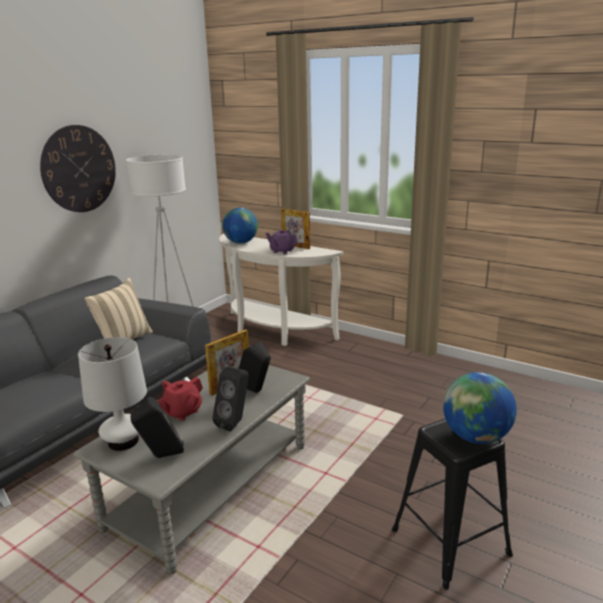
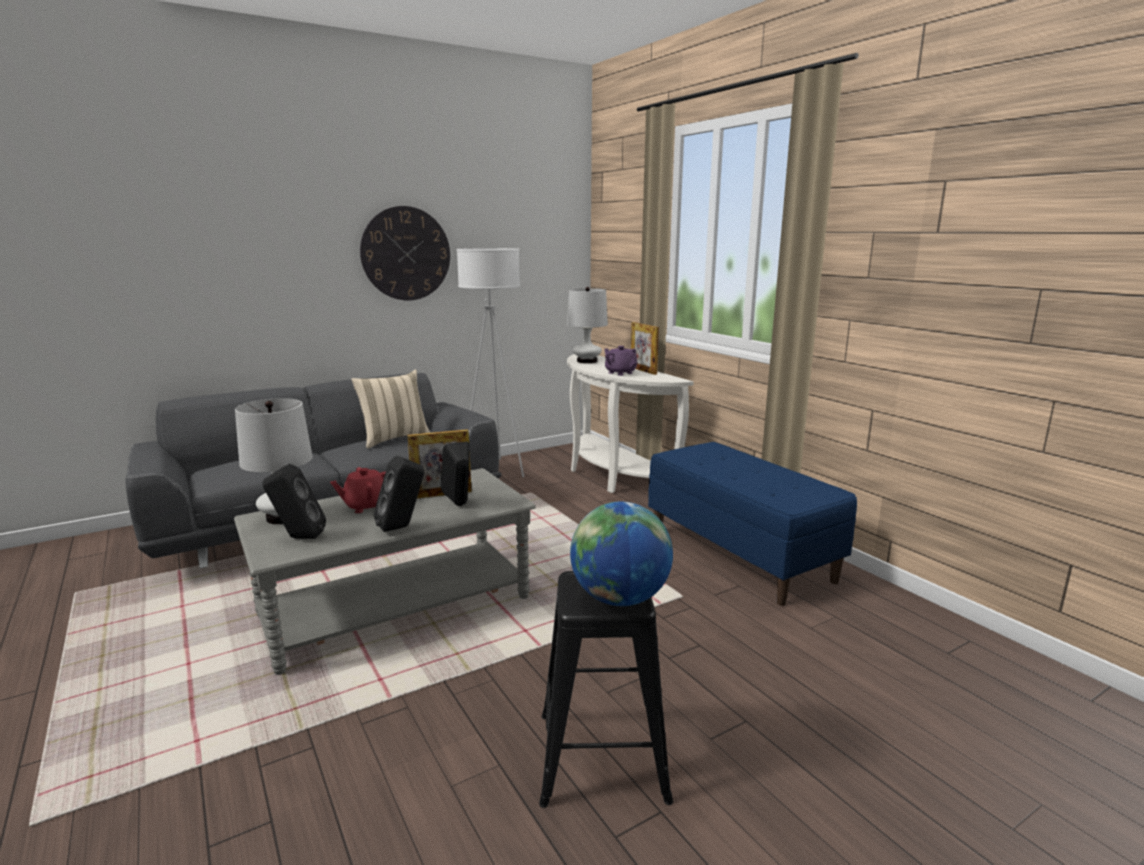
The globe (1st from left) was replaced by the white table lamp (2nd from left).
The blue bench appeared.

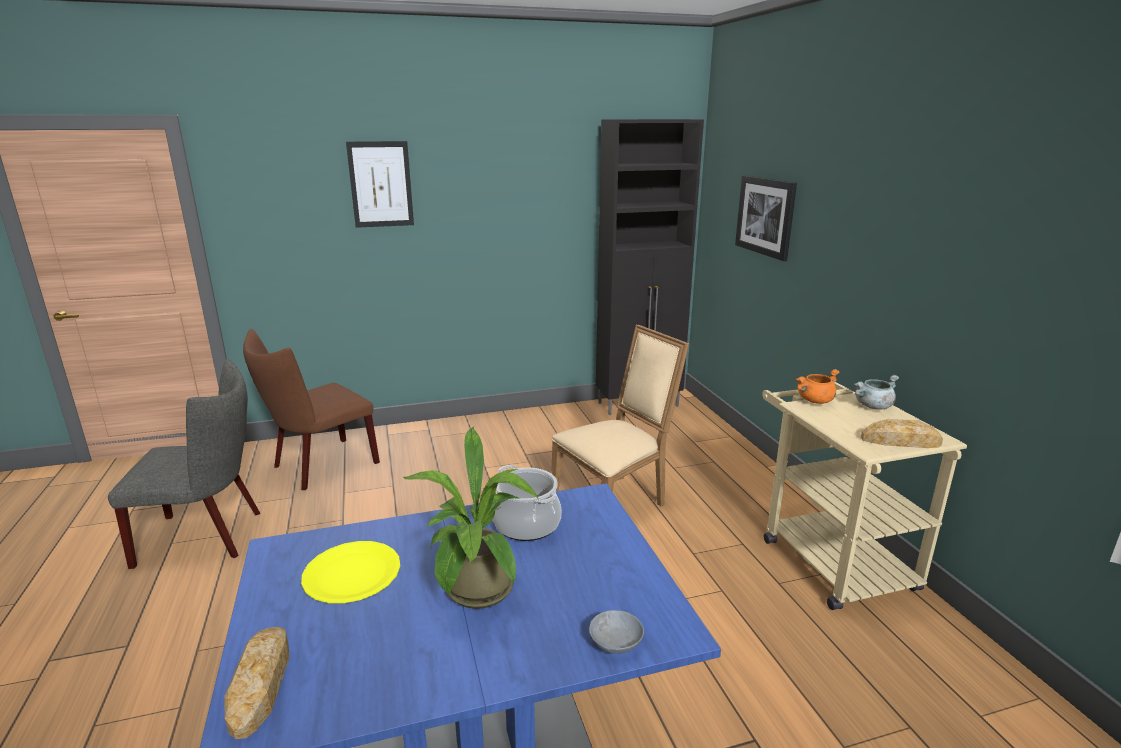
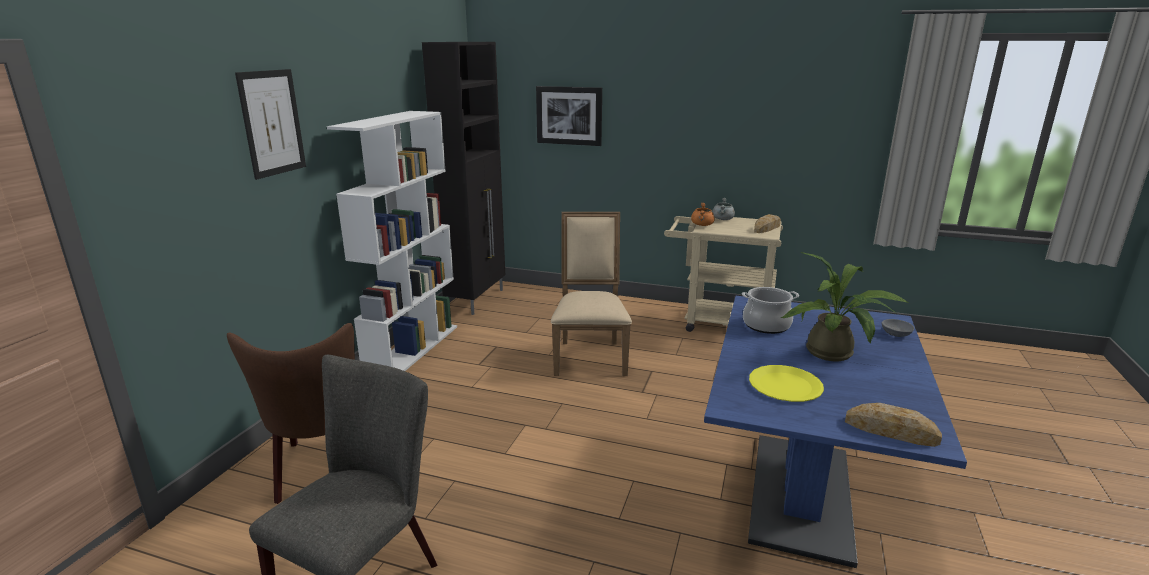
The white bookcase appeared.

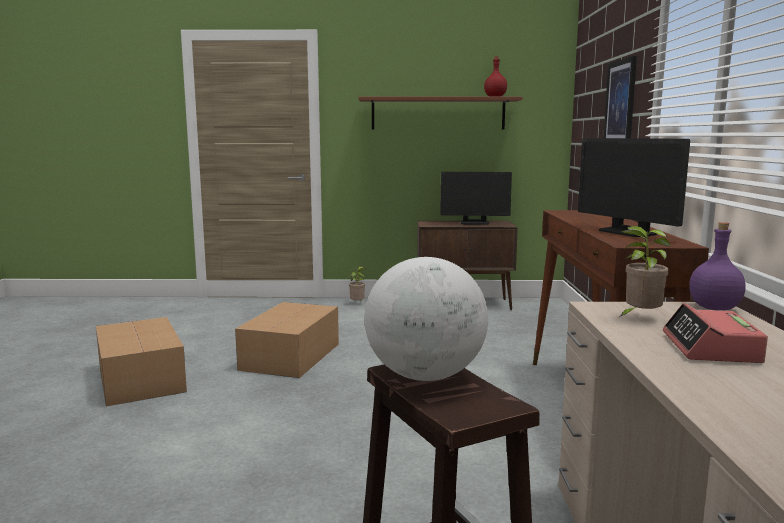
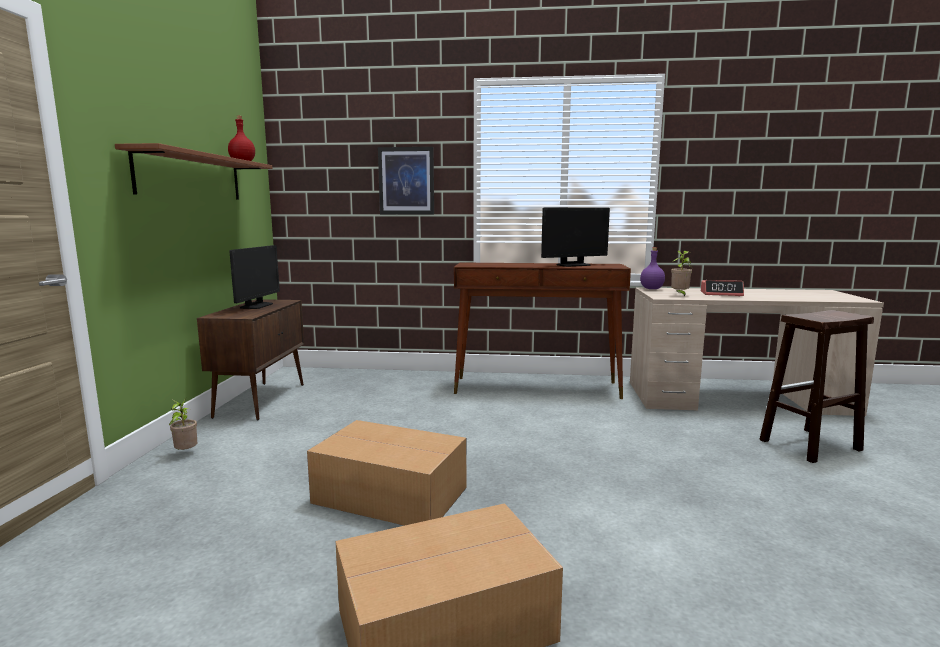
The globe disappeared.

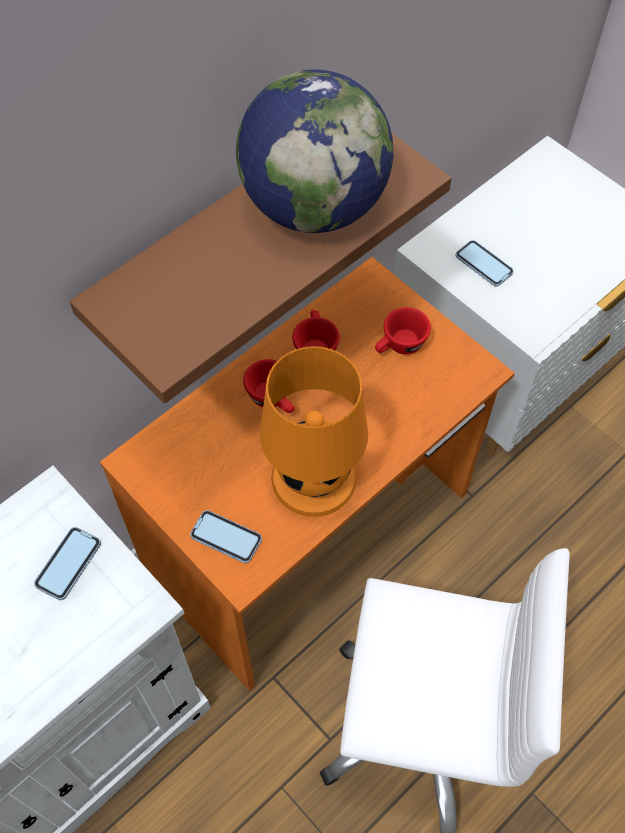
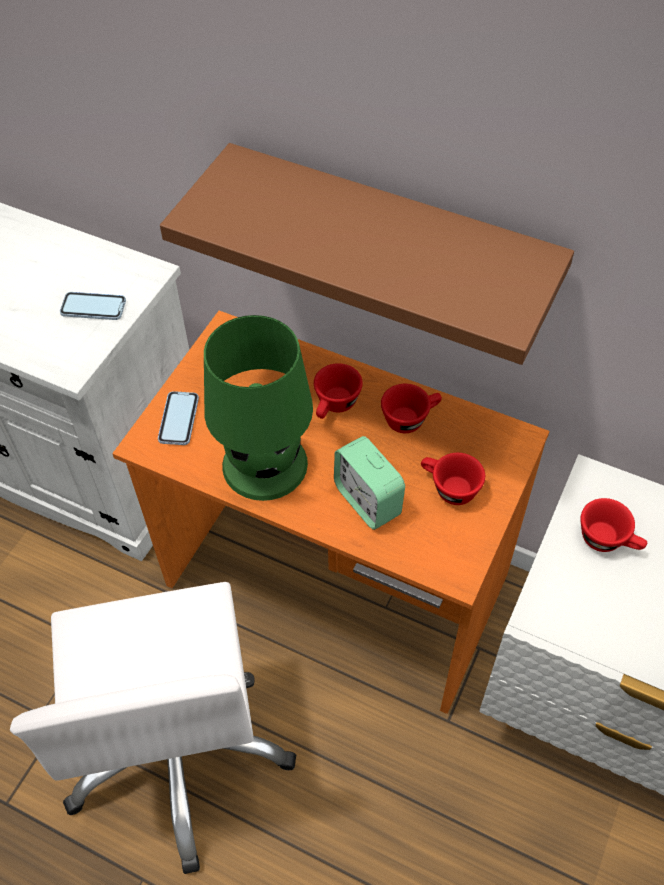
The orange table lamp became the green table lamp.
The alarm clock appeared.
The phone (3rd from left) was replaced by the red cup (4th from left).
The globe disappeared.

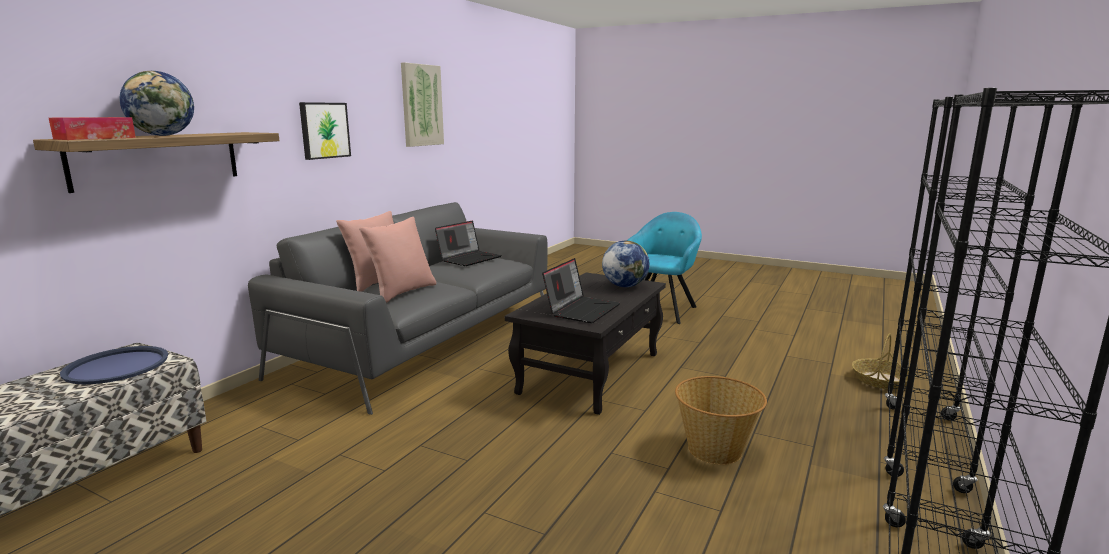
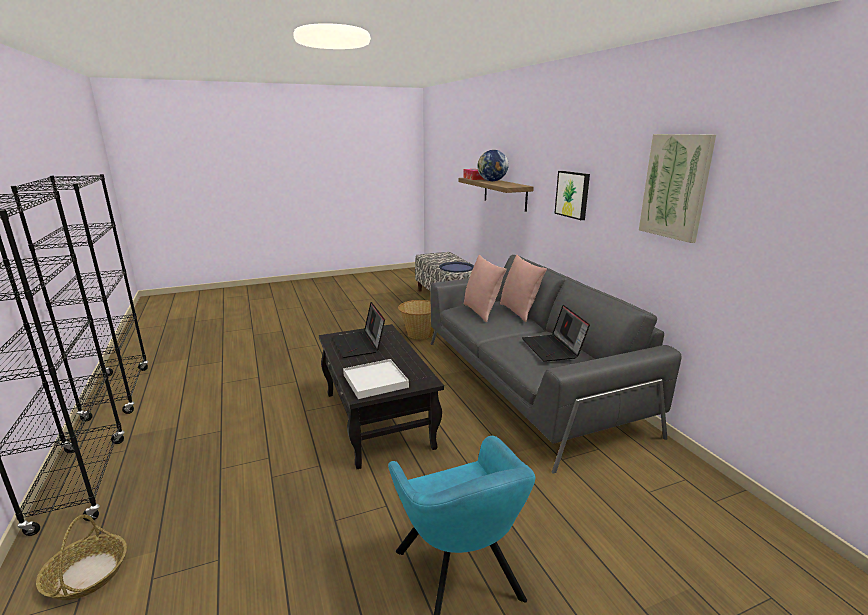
The globe (2nd from left) was replaced by the white tray.
The basket (1st from left in the first image) moved.

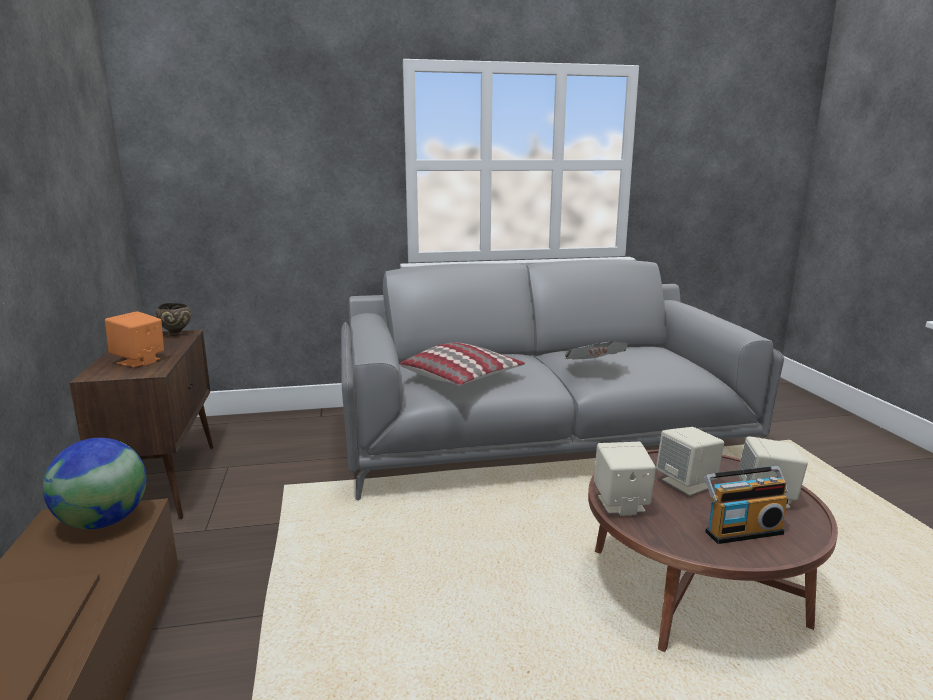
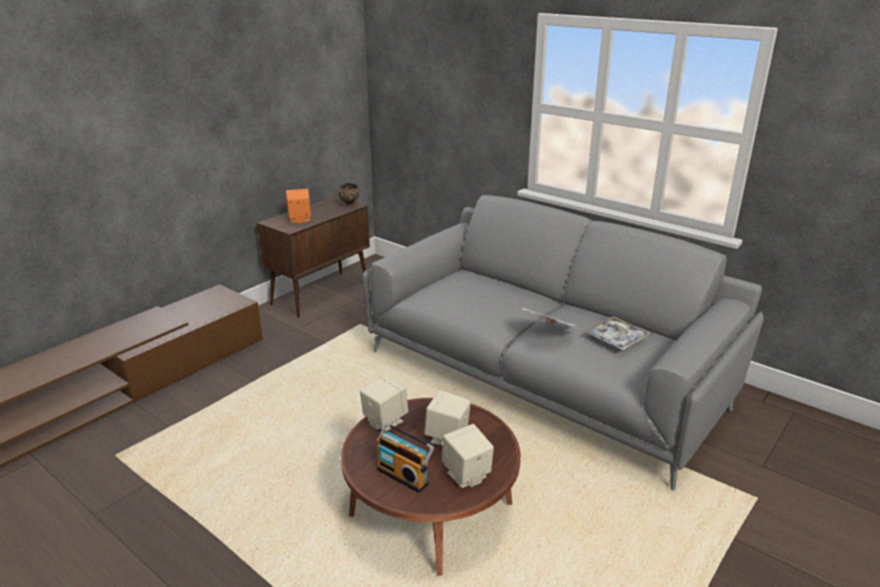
The tray appeared.
The globe disappeared.
The pillow disappeared.

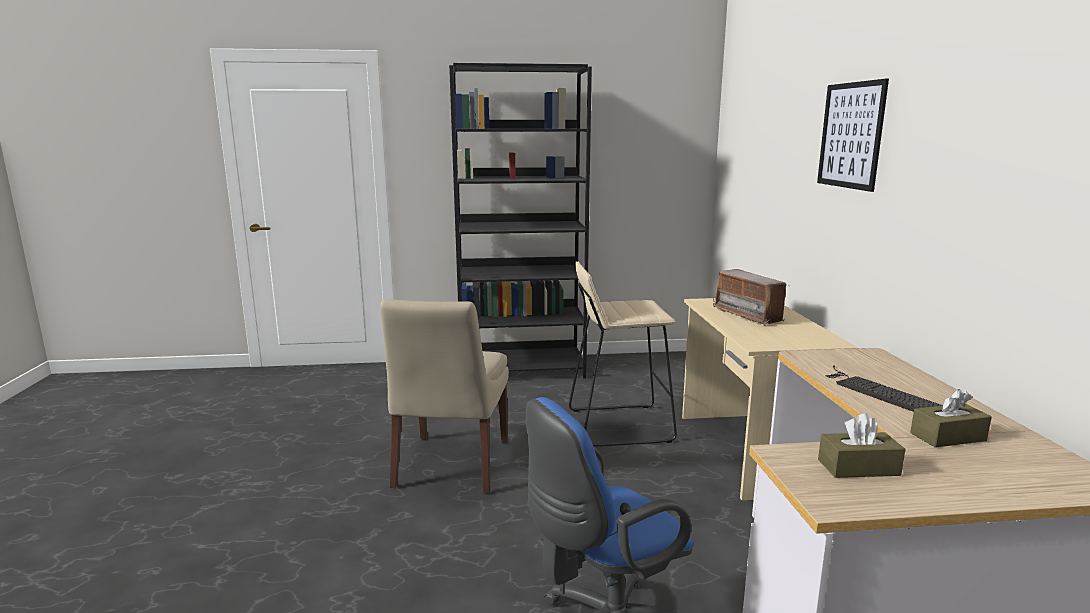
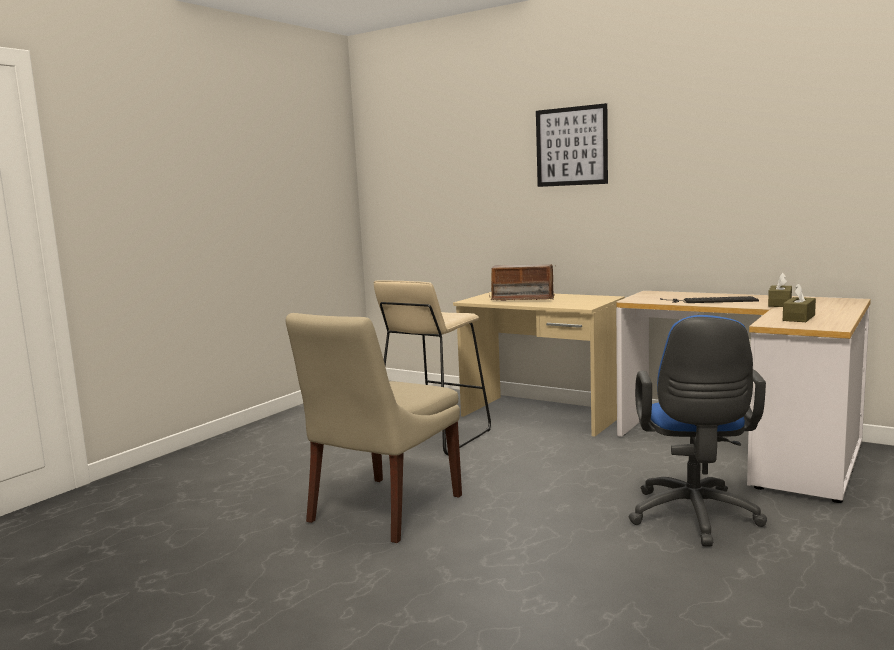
The beige chair turned 75 degrees clockwise.
The black bookcase disappeared.

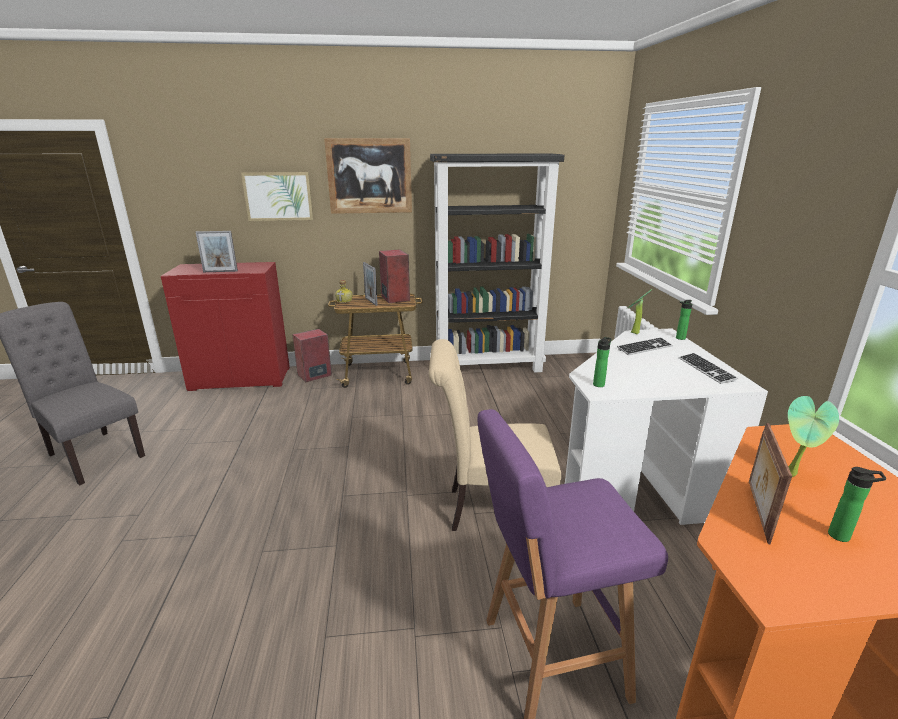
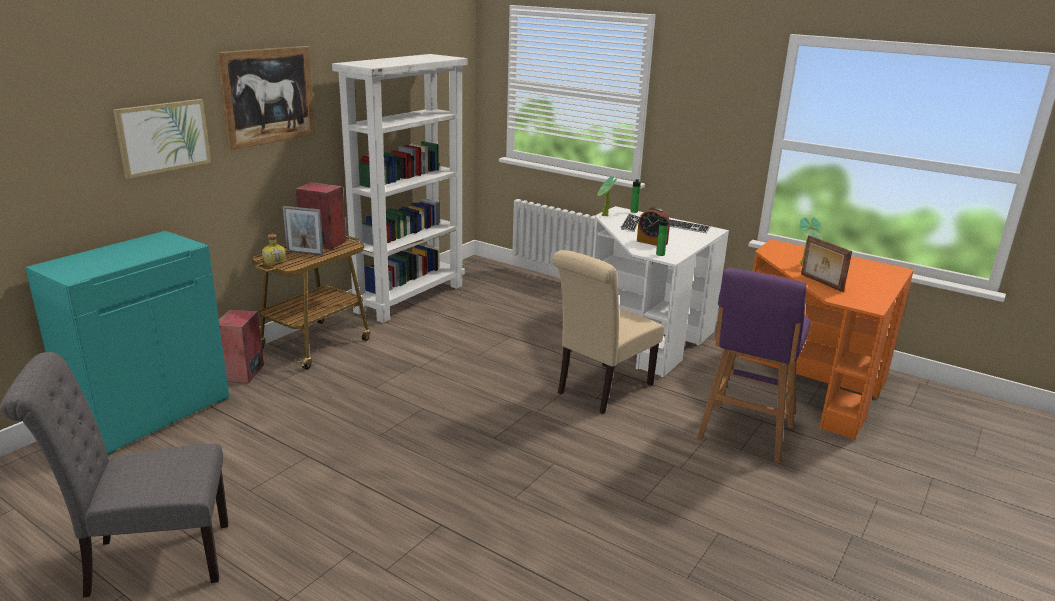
The red cabinet became the turquoise cabinet.
The black bookcase became the white bookcase.
The alarm clock appeared.
The picture frame (1st from left) disappeared.
The bottle (4th from left) disappeared.

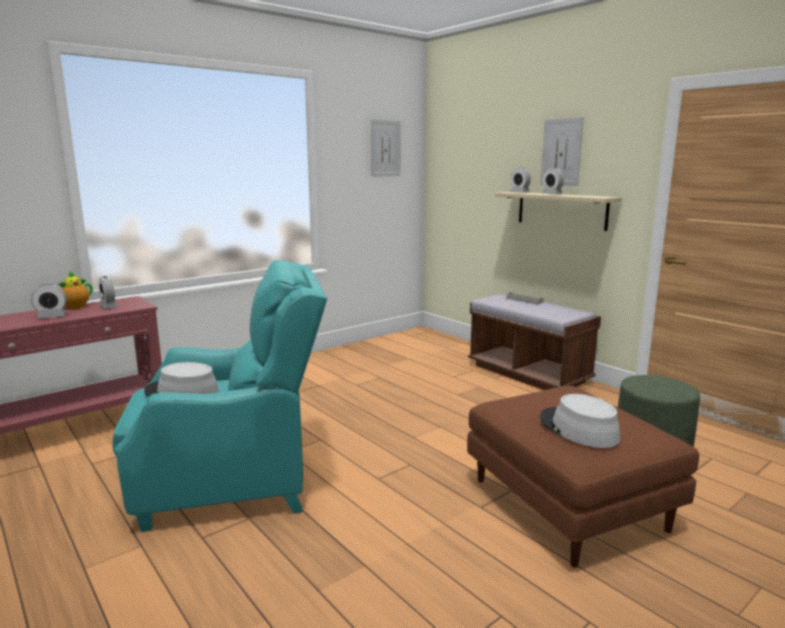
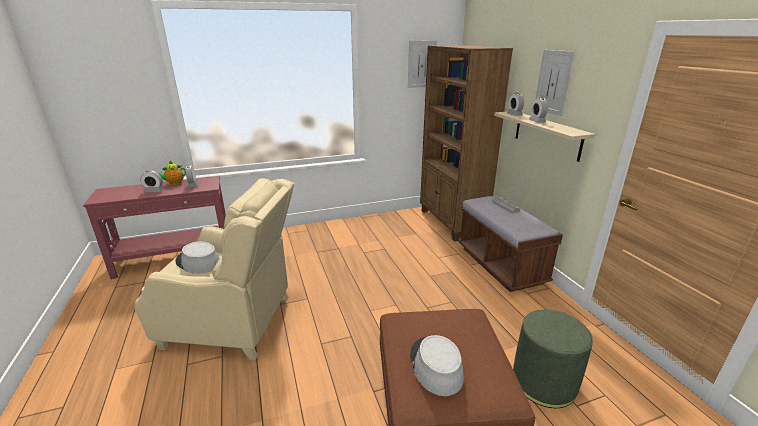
The turquoise armchair became the beige armchair.
The brown bookcase appeared.

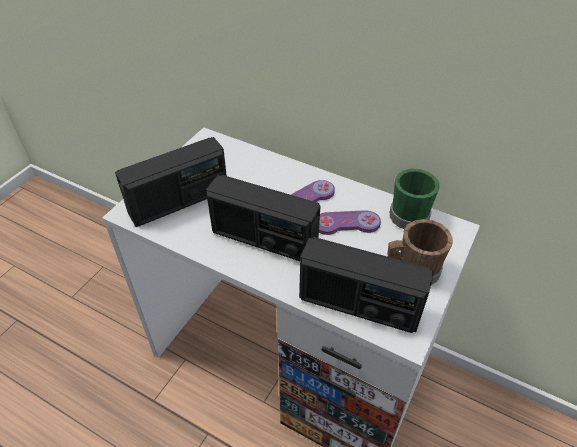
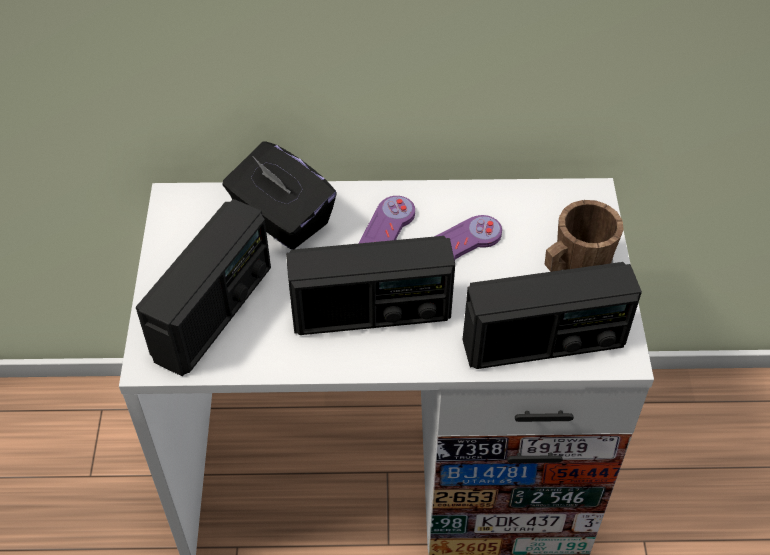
The black tissue box appeared.
The green mug disappeared.

